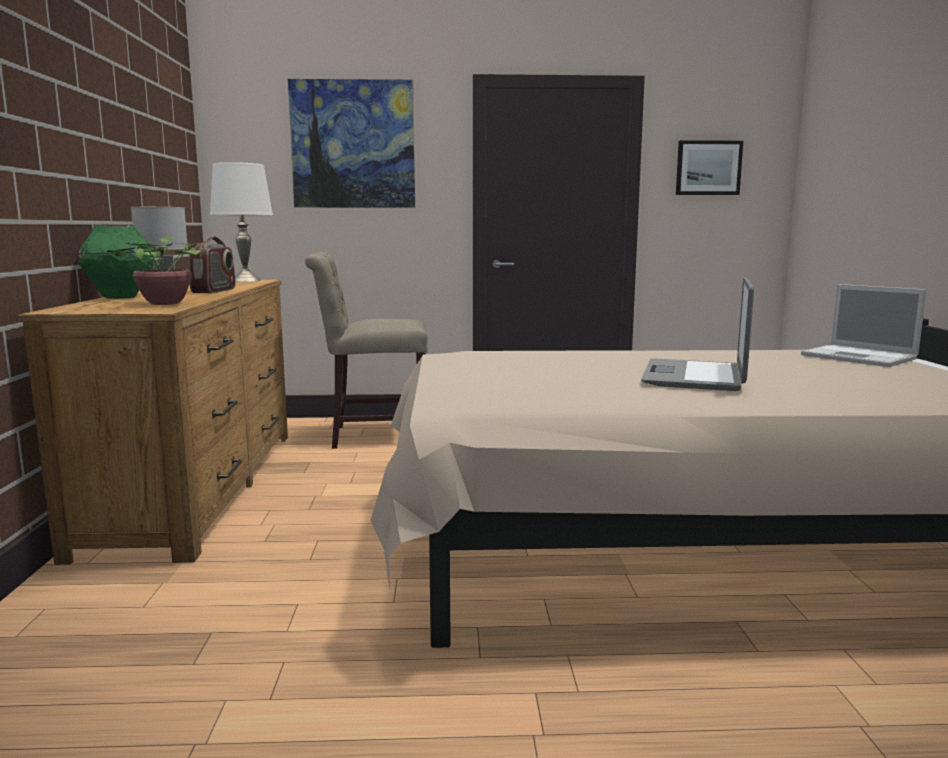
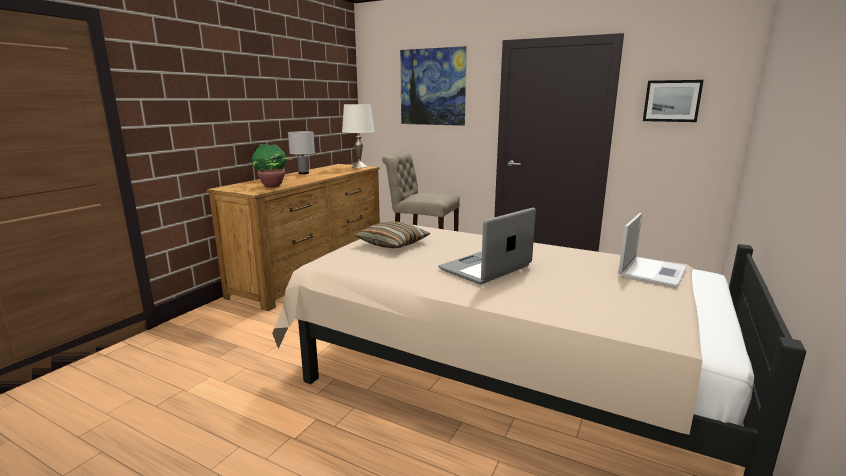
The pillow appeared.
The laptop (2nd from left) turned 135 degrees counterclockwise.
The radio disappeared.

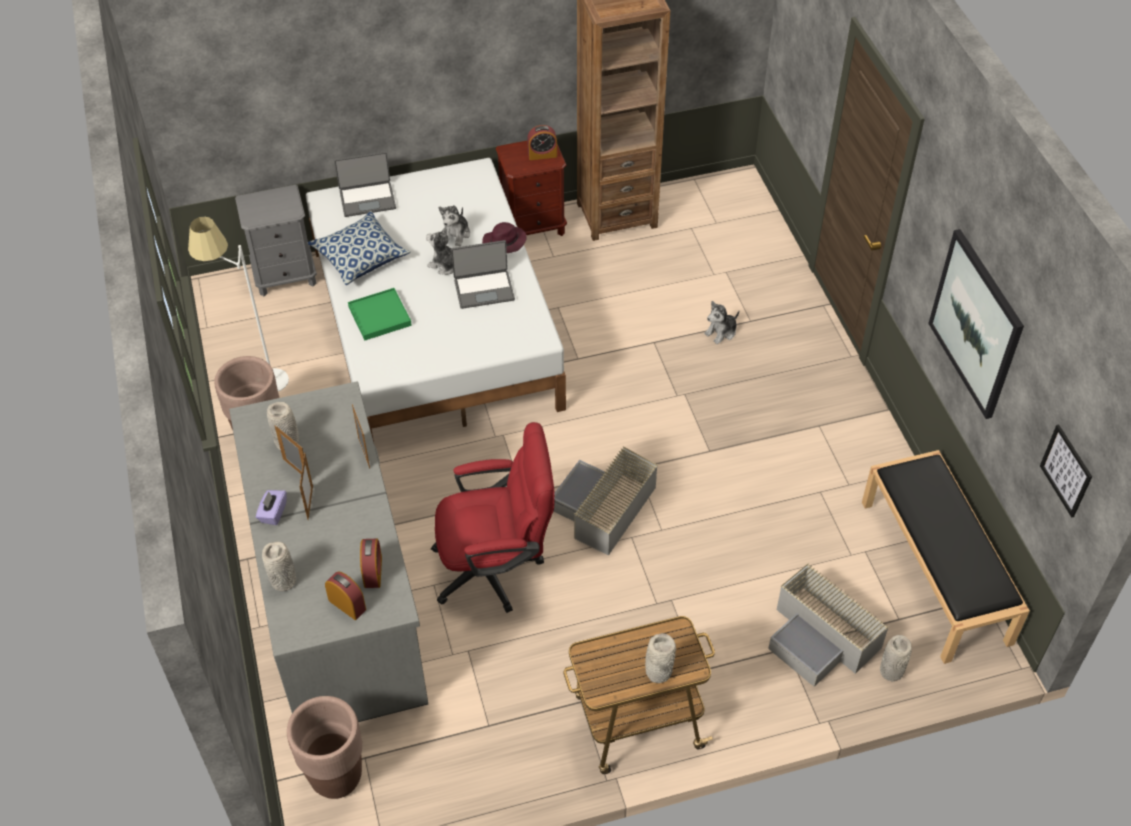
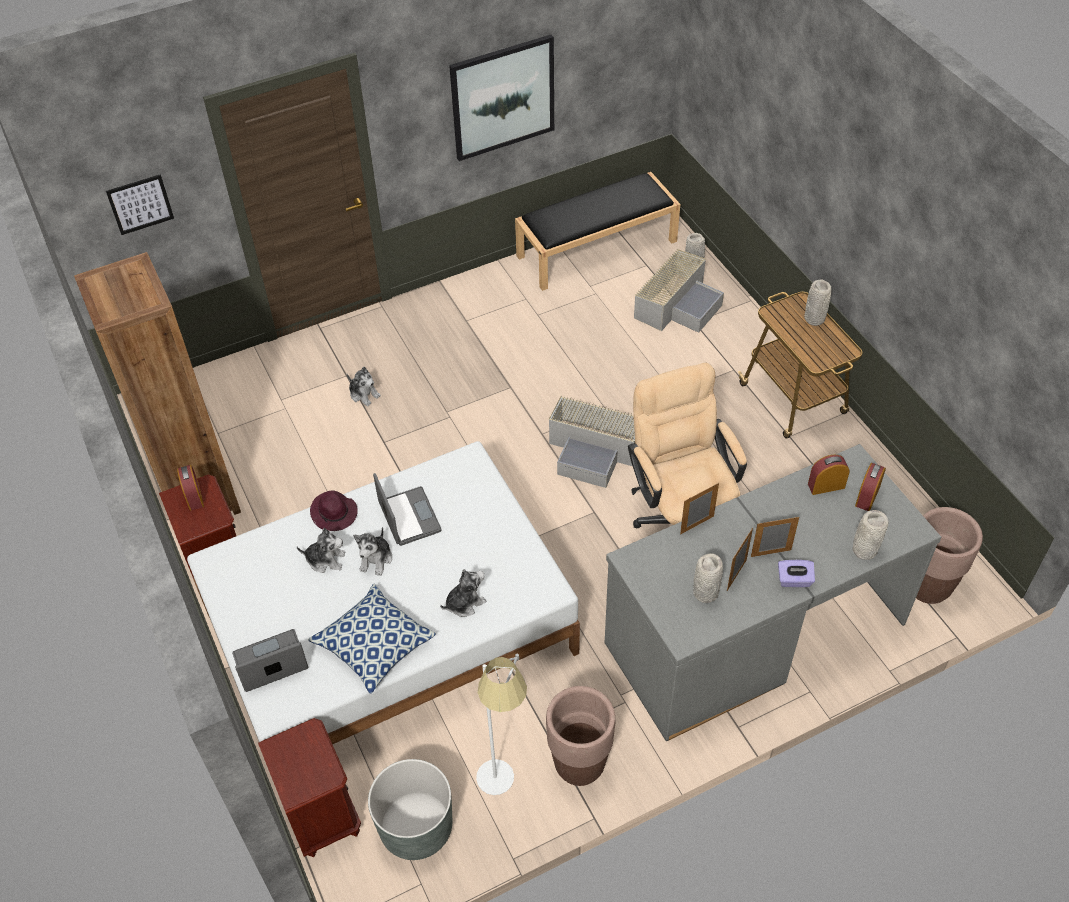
The picture (2nd from left in the first image) moved.
The laptop (1st from left) turned 90 degrees counterclockwise.
The grey nightstand became the brown nightstand (2nd from left).
The grey planter appeared.
The green tray was replaced by the plush toy (4th from left).
The red office chair became the beige office chair.

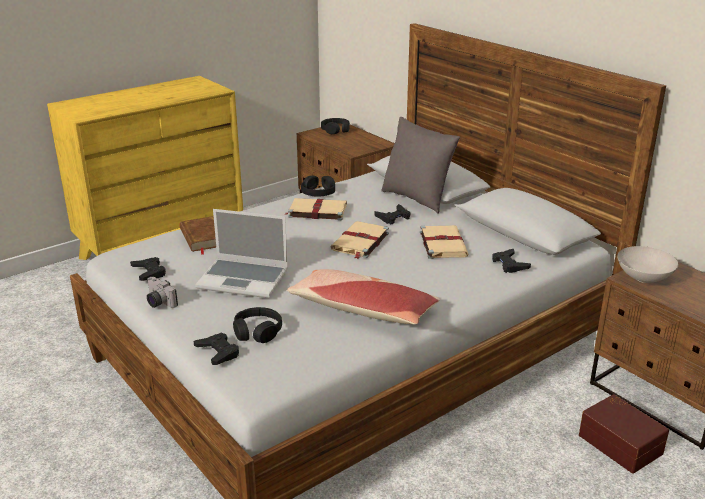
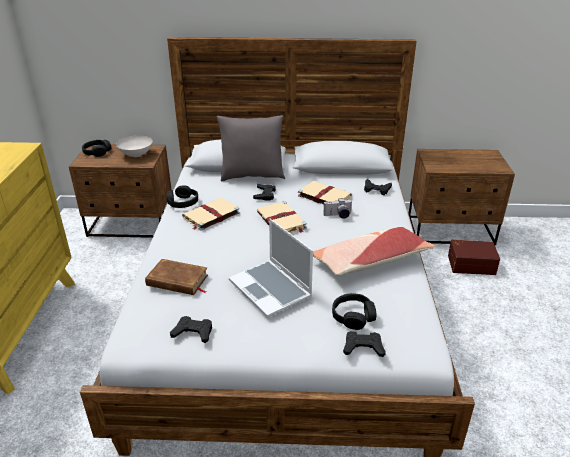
The white bowl moved.
The laptop turned 90 degrees clockwise.
The photo camera moved.

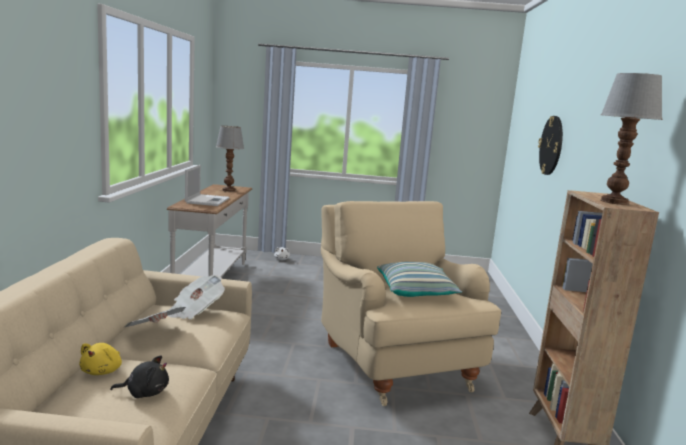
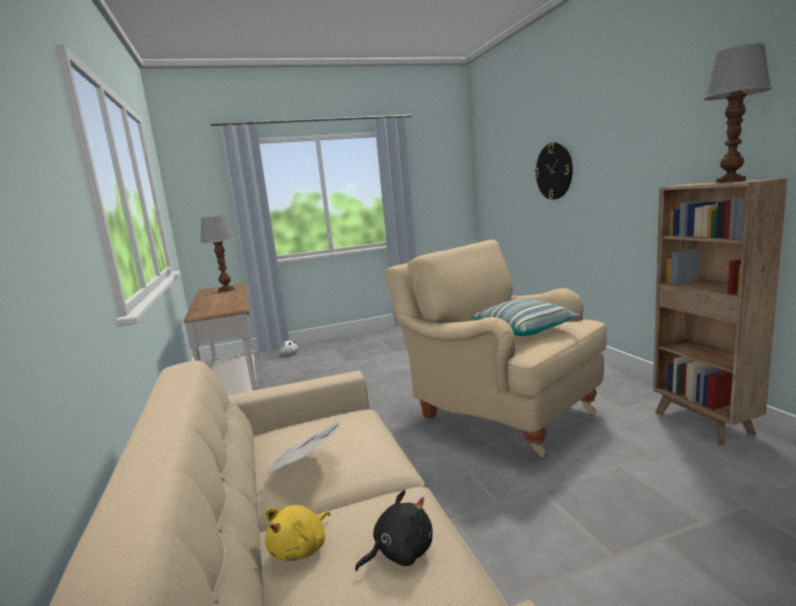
The yellow plush toy turned 45 degrees clockwise.
The newspaper (2nd from left) disappeared.
The laptop disappeared.

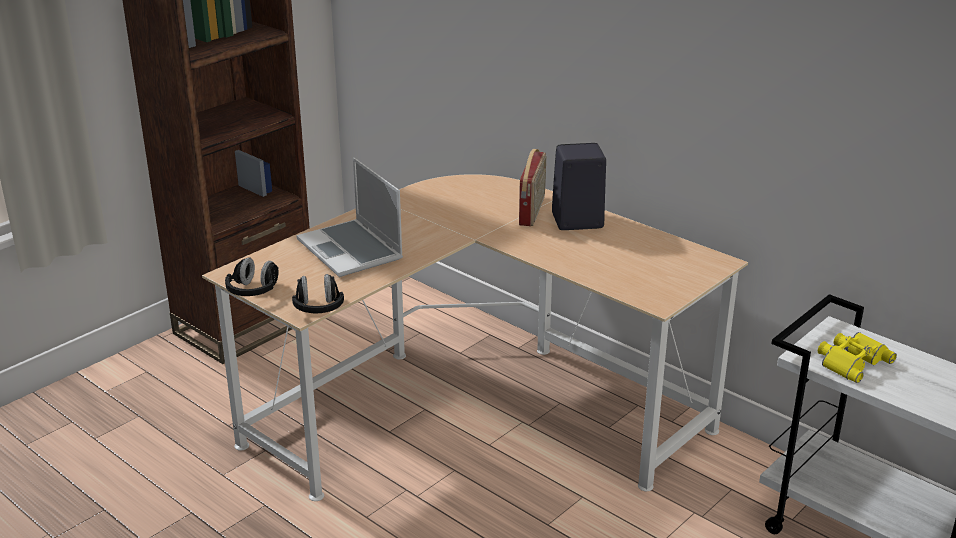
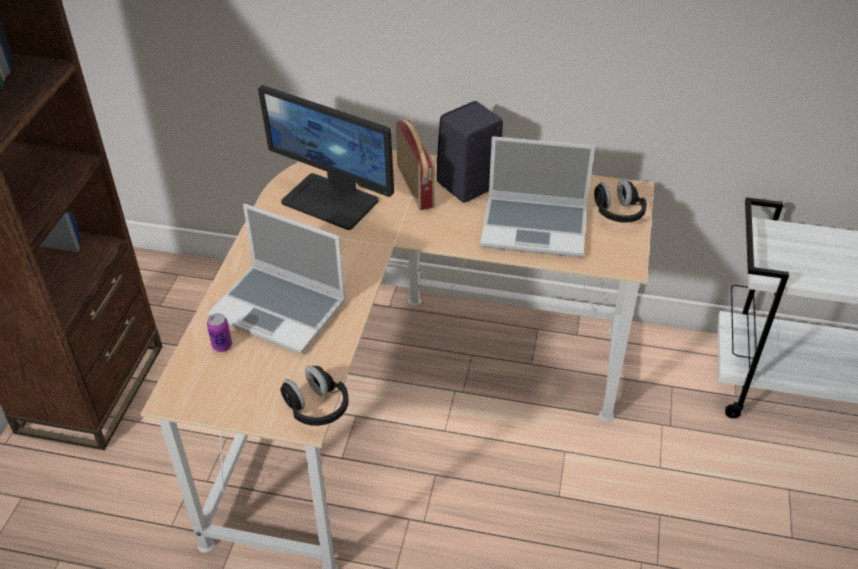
The can appeared.
The monitor appeared.
The laptop (2nd from left) appeared.
The black headphones (1st from left in the first image) moved.
The yellow binoculars disappeared.

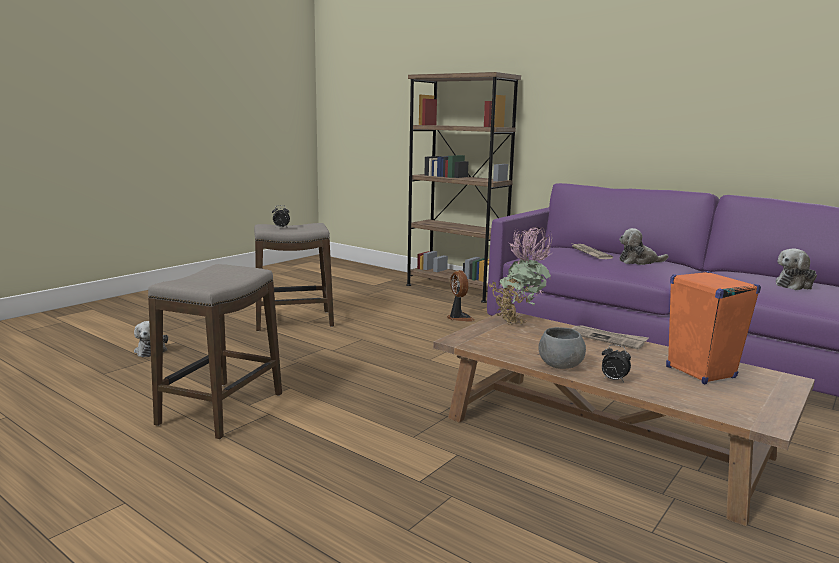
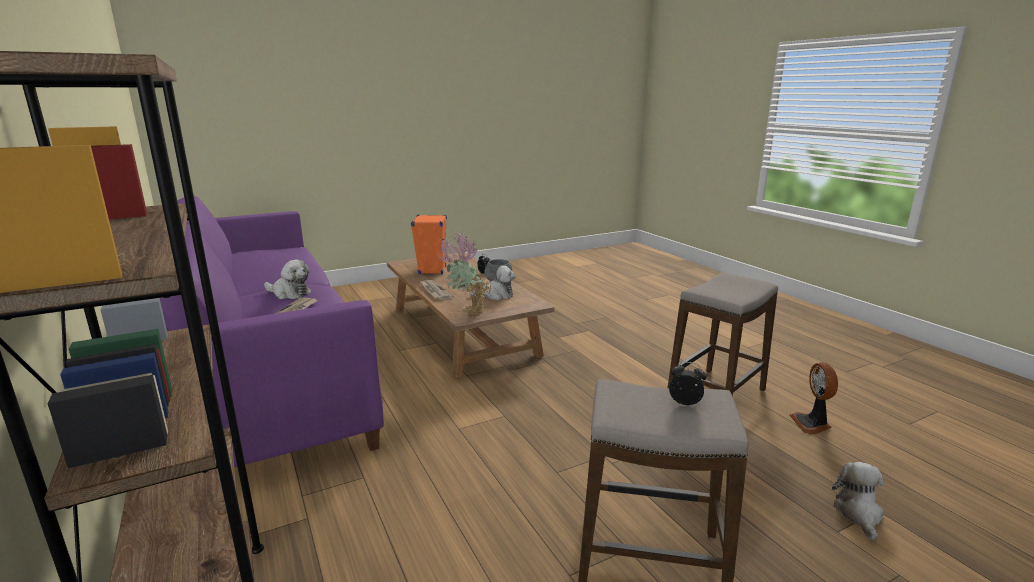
The plush toy (3rd from left in the first image) moved.
The fan moved.

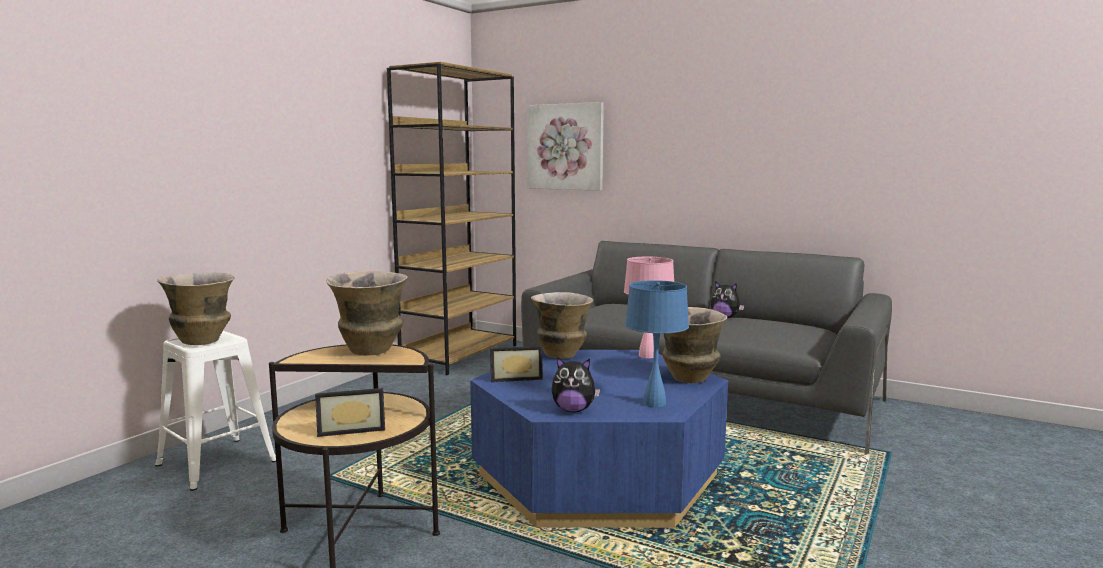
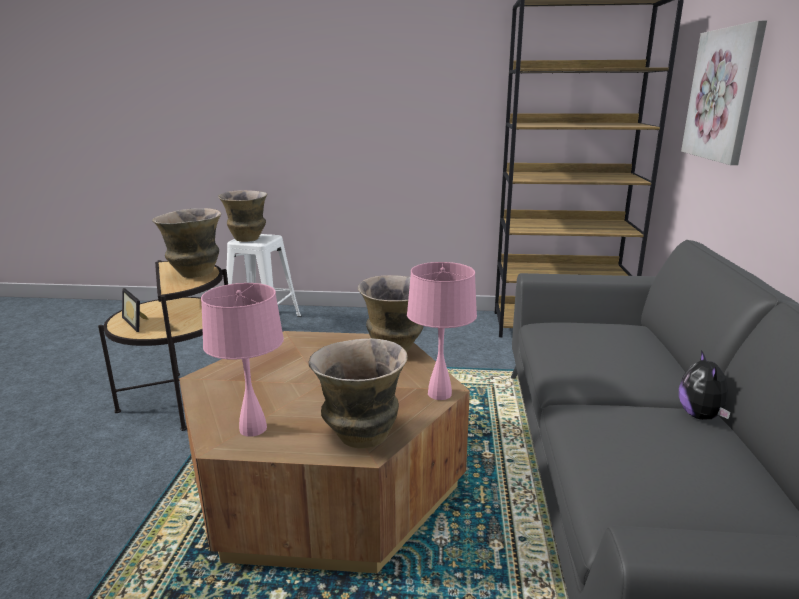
The blue coffee table became the brown coffee table.
The blue table lamp became the pink table lamp (1st from left).
The picture frame (2nd from left) disappeared.
The plush toy (1st from left) disappeared.

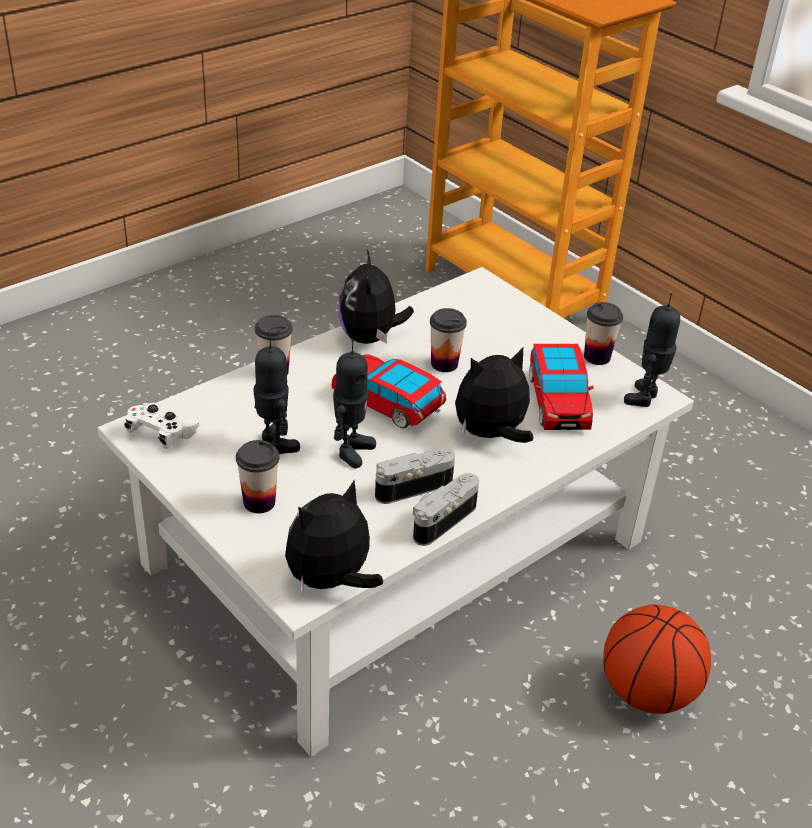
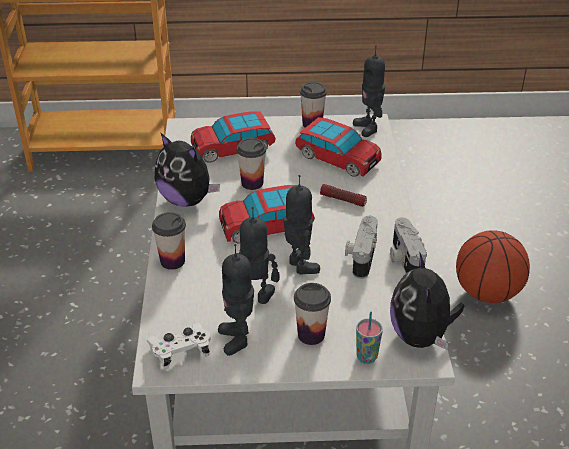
The toy car (1st from left) appeared.
The toy robot (1st from left) appeared.
The plush toy (3rd from left) was replaced by the flashlight.
The cup (5th from left) appeared.

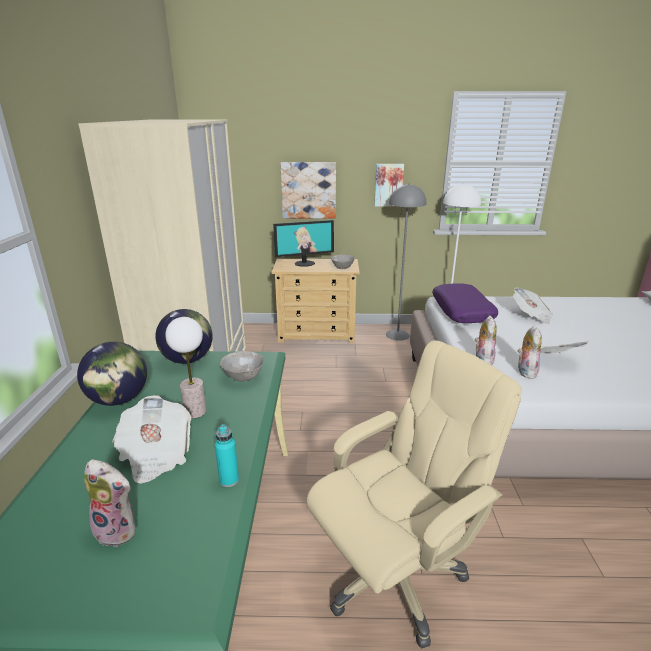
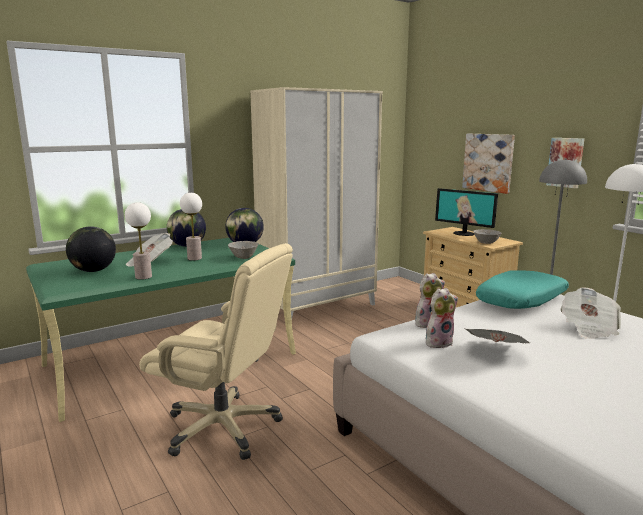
The plush toy (1st from left) was replaced by the globe (1st from left).
The turquoise bottle was replaced by the table lamp (1st from left).
The purple pillow became the turquoise pillow.

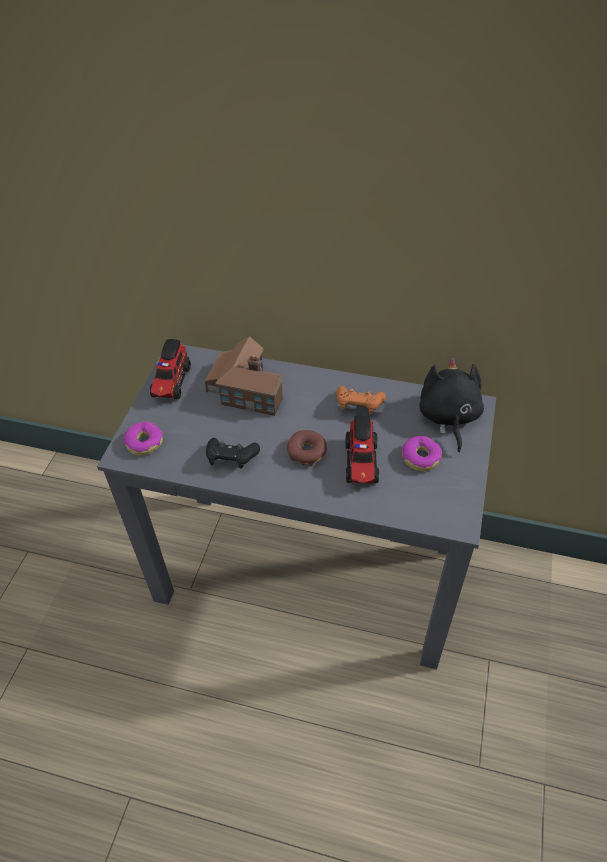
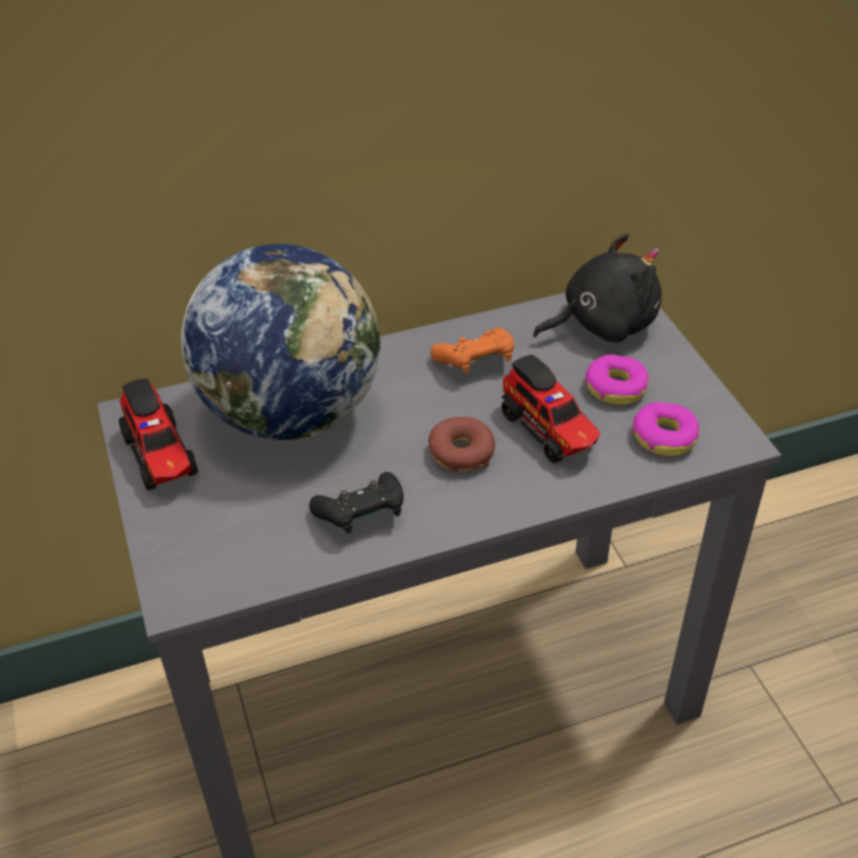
The toy house was replaced by the globe.
The black plush toy turned 105 degrees clockwise.
The donut (1st from left in the first image) moved.

